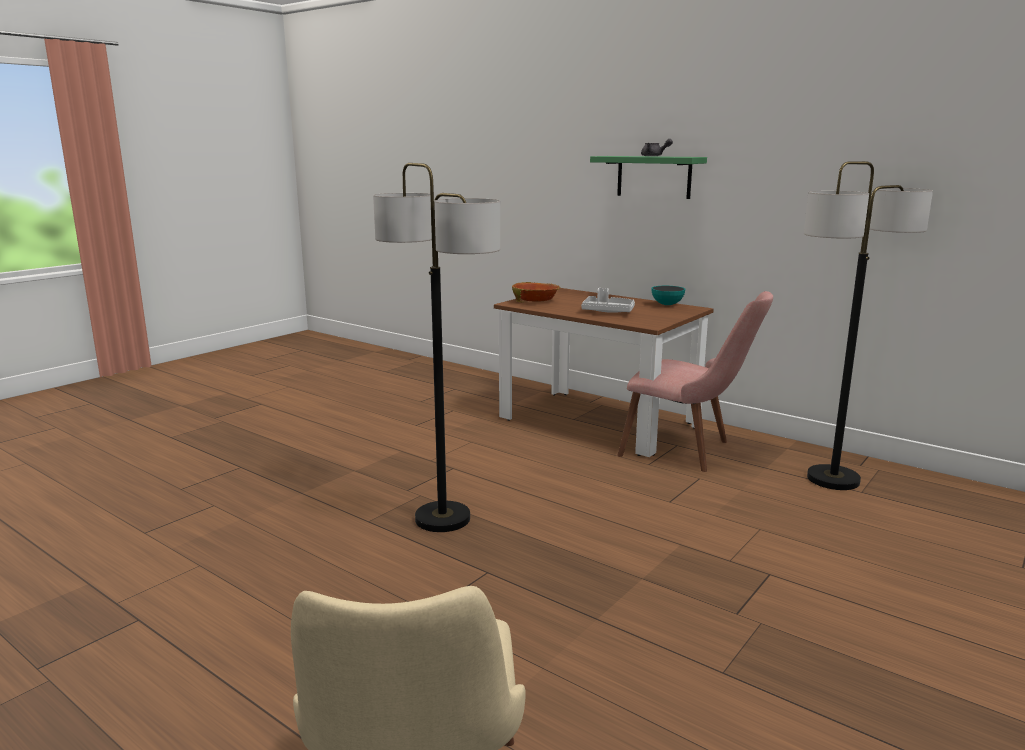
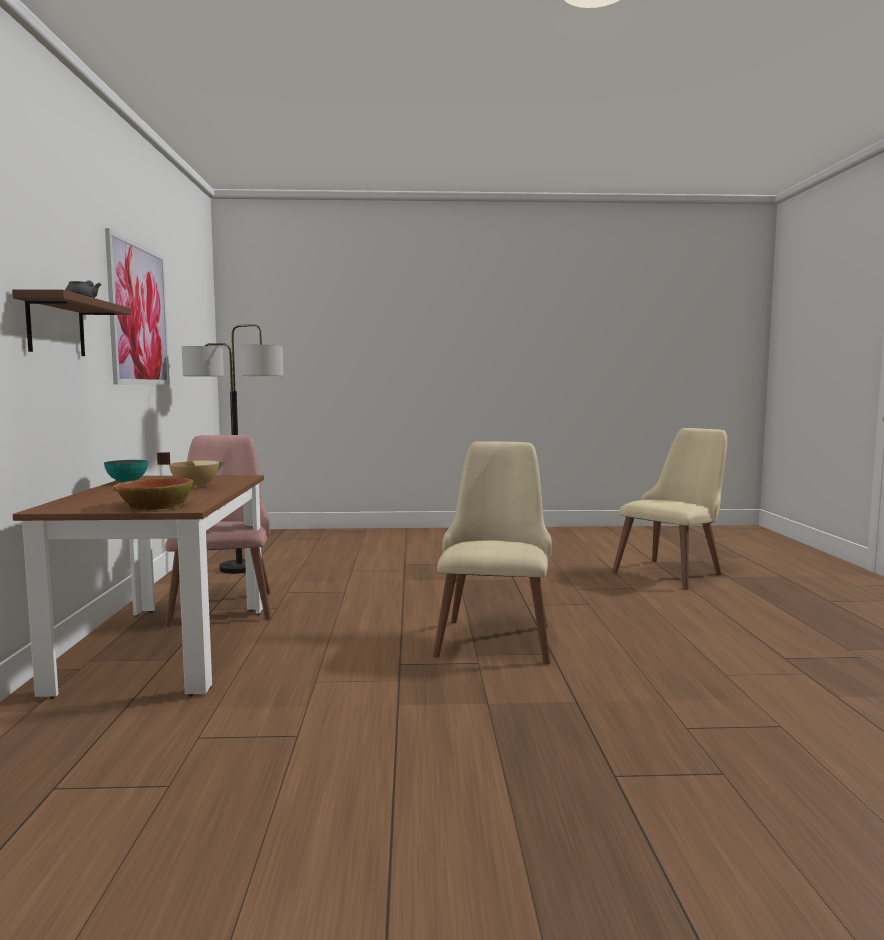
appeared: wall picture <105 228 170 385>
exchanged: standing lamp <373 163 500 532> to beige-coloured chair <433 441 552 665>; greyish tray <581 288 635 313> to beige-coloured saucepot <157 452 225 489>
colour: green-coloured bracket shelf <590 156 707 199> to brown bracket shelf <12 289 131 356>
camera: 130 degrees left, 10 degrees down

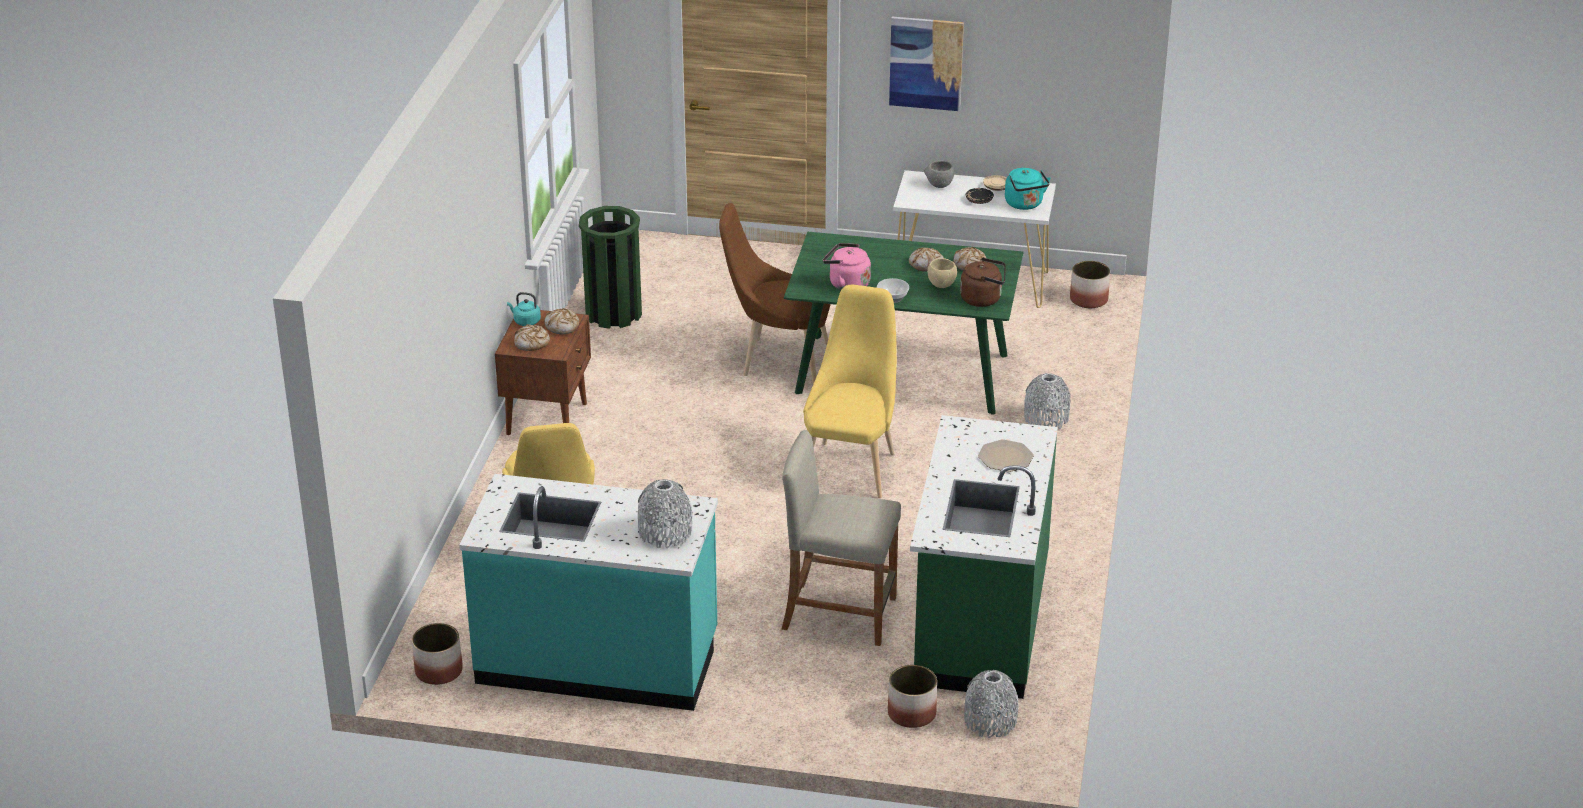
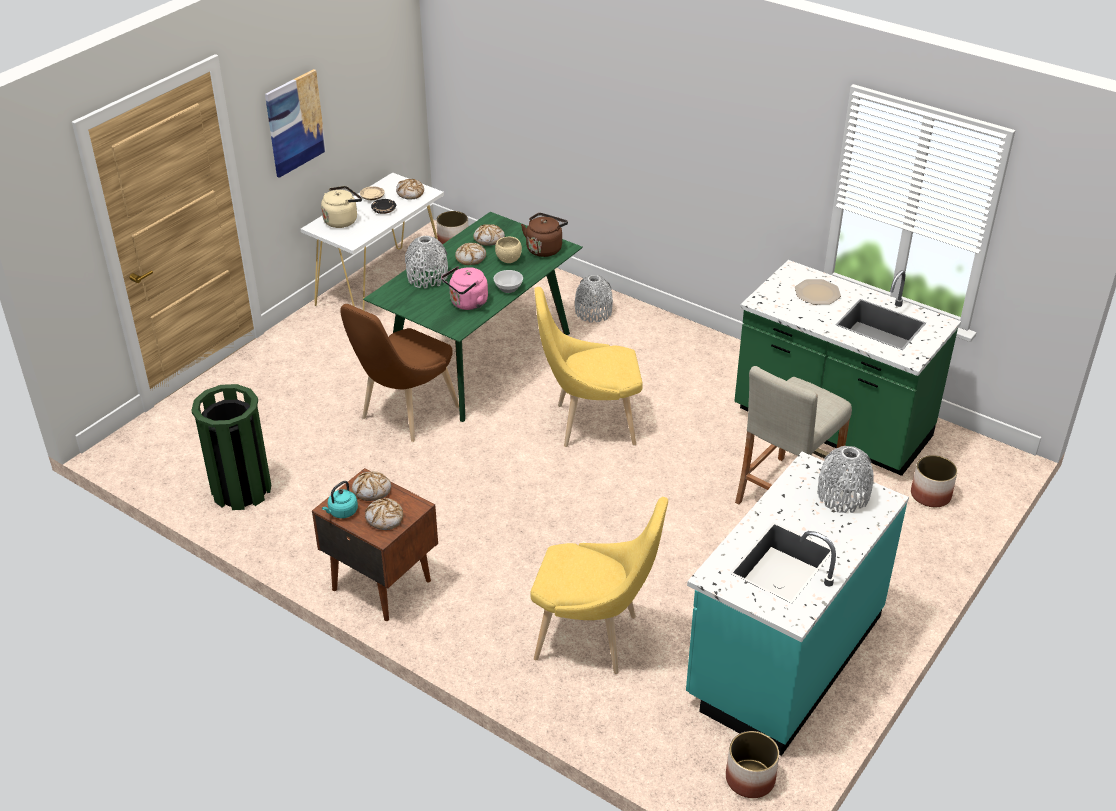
relocated: greyish decorative vase <964 670 1019 738> to <405 236 448 289>
exchanged: greyish bowl <924 160 954 188> to beige-coloured tea kettle <321 186 362 228>; turquoise-coloured tea kettle <1005 168 1050 210> to bread <396 179 424 200>
spun: yellow chair <803 285 897 498> = <534 287 643 447> 45 degrees counterclockwise
camera: 65 degrees left, 5 degrees up

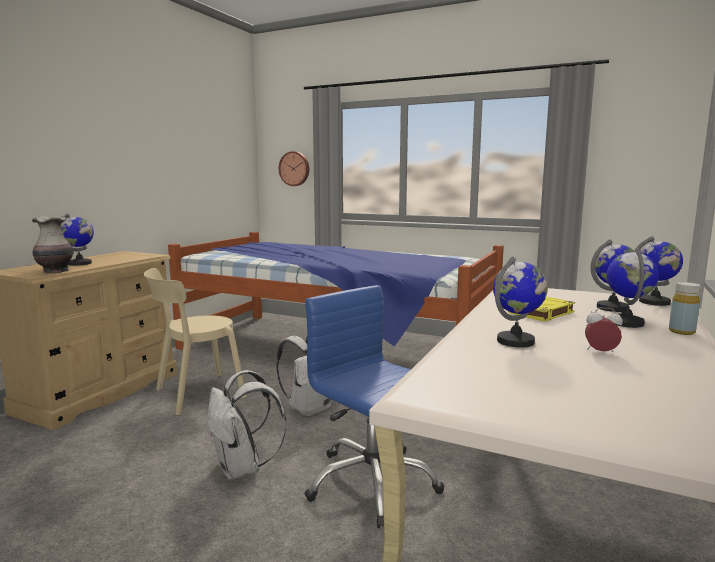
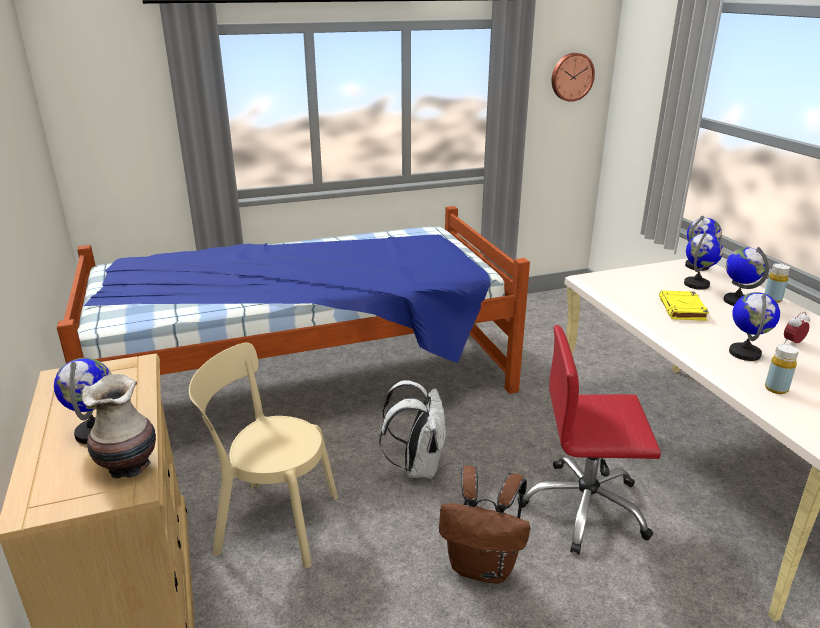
appeared: yellow beverage bottle <765 344 799 394>
relocated: hanging clock <278 151 309 186> to <552 53 595 102>
colour: white knapsack <208 370 287 480> to brown knapsack <439 466 530 584>; bluish computer chair <305 285 444 528> to reddish computer chair <518 325 661 555>
spun: beige-coloured chair <144 268 247 415> = <189 343 338 568> 90 degrees clockwise
camera: 45 degrees left, 15 degrees up

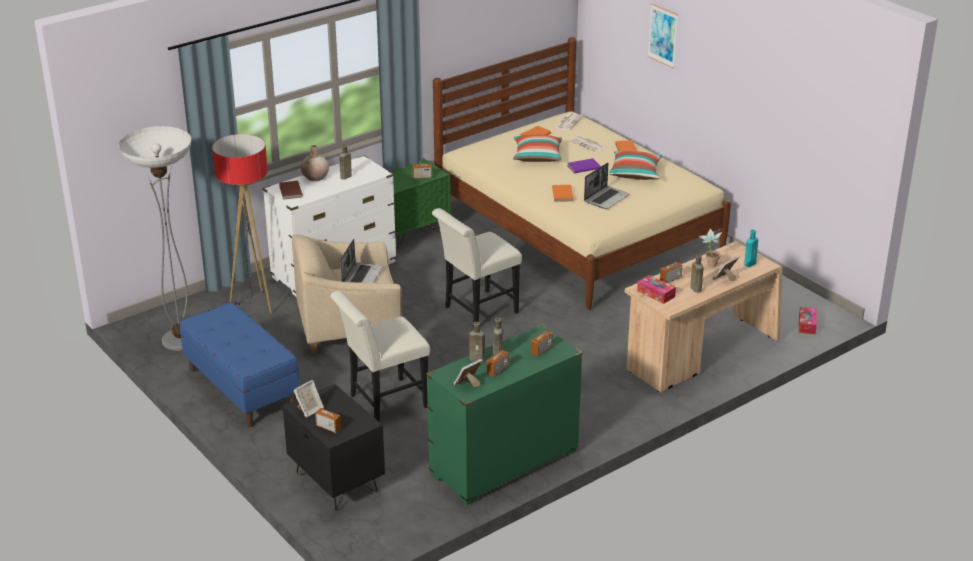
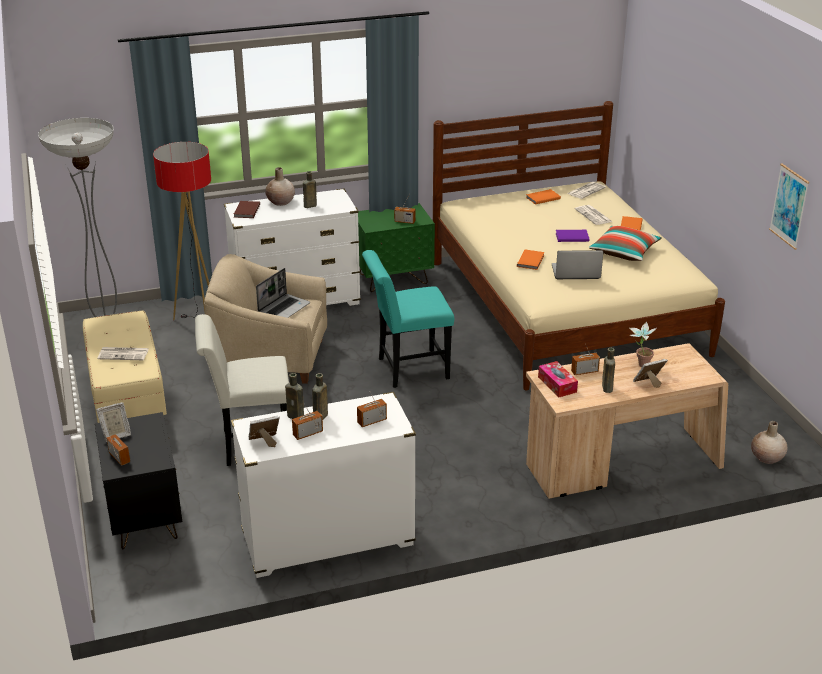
missing: pillow <513 135 562 162>; turquoise-coloured beverage bottle <744 230 758 267>
appeared: printed paper <97 347 149 360>
relocated: wall picture <648 3 678 68> to <769 164 809 250>
exchanged: tissue box <799 307 817 334> to beige-coloured decorative vase <751 421 787 464>
colour: bluish indoor bench <180 302 300 427> to beige-coloured indoor bench <83 310 167 423>; green-coloured drawer chest <426 324 583 505> to white drawer chest <231 392 416 578>; white chair <432 208 522 322> to turquoise-coloured chair <362 250 454 388>
spun: notebook computer <584 163 629 209> = <552 250 603 279> 150 degrees counterclockwise
camera: 20 degrees right, 0 degrees up

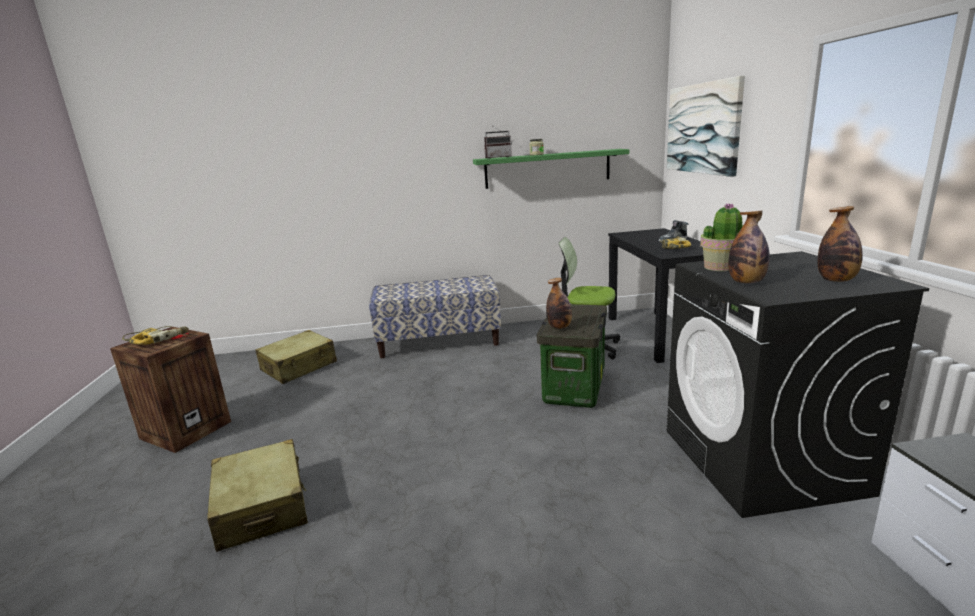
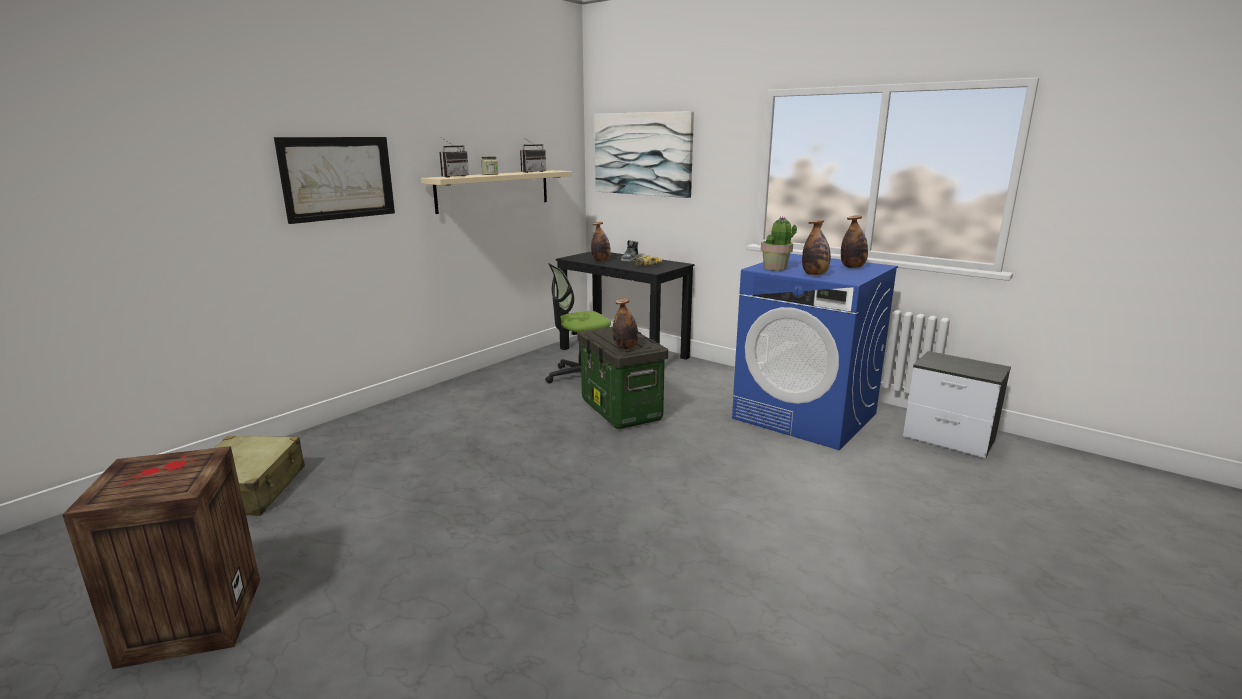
missing: electric drill <122 326 189 345>; beige-coloured travel case <207 439 308 552>; indoor bench <369 275 501 358>
appeared: wall picture <274 137 395 224>; radio <520 137 546 173>; beverage bottle <591 222 611 261>
colour: green-coloured bracket shelf <473 149 629 189> to beige-coloured bracket shelf <421 170 572 214>; black laundry appliance <667 251 930 518> to bluish laundry appliance <732 253 898 450>
camera: 45 degrees left, 0 degrees up

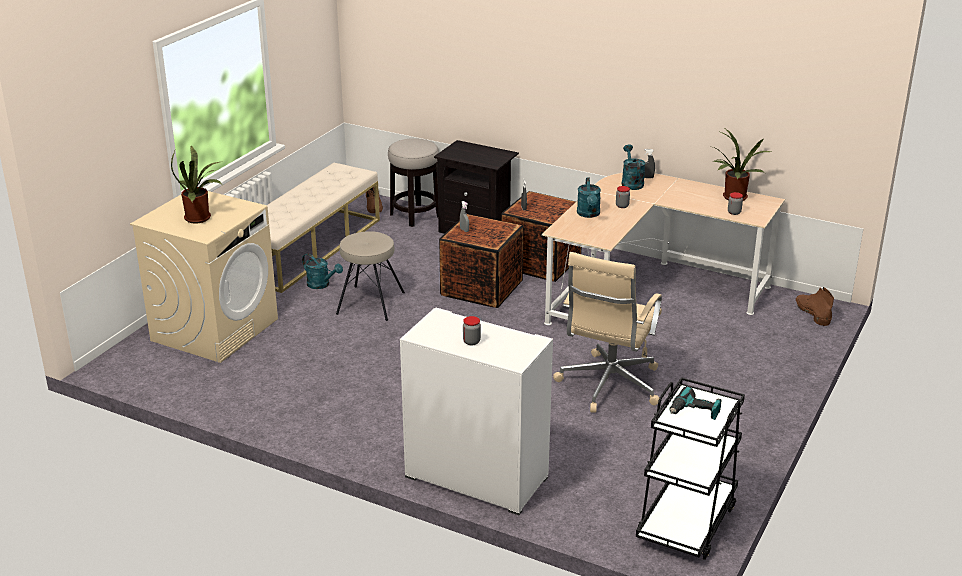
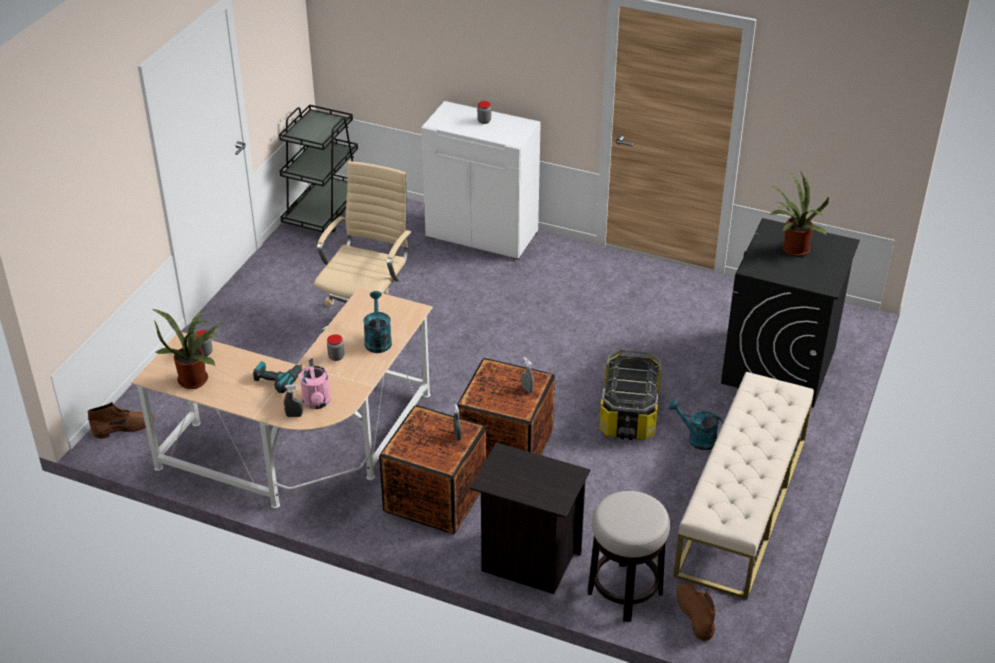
relocated: electric drill <669 386 722 420> to <253 361 302 393>
exchanged: beige-coloured stool <336 231 405 321> to storage container <599 349 662 440>
colour: beige-coloured laundry appliance <130 191 278 363> to black laundry appliance <721 218 860 408>; turquoise-coloured sprinkling can <621 144 645 190> to pinkish sprinkling can <299 358 331 409>
spun: brown boot <796 287 834 326> = <87 402 154 439> 90 degrees counterclockwise
camera: 175 degrees right, 10 degrees up

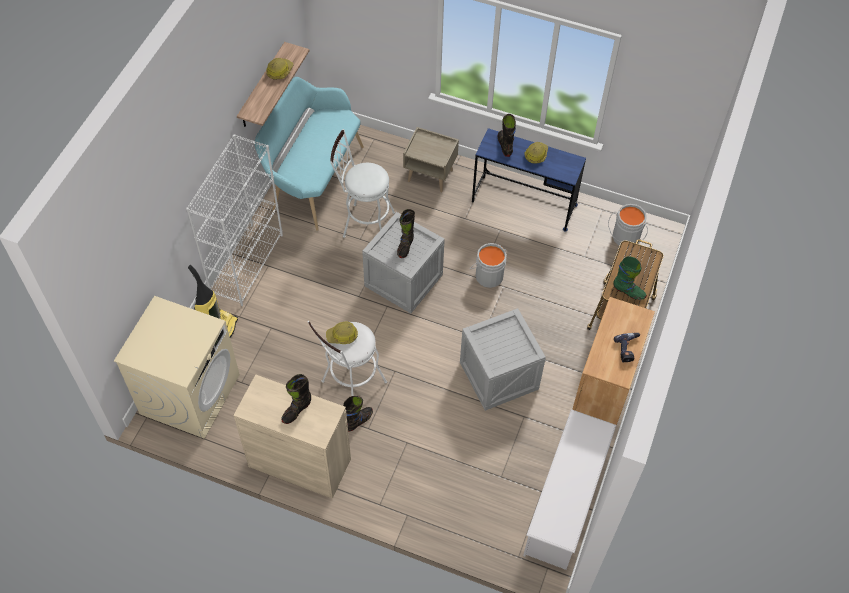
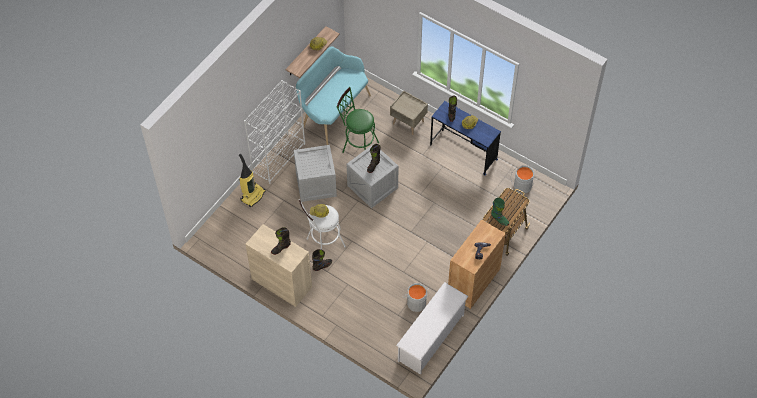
missing: beige-coloured laundry appliance <114 296 240 439>
relocated: packing crate <460 308 546 411> to <294 145 337 202>; greyish water bucket <470 243 507 288> to <402 283 429 312>
colour: white stool <330 129 395 238> to green-coloured stool <337 87 379 153>
camera: 15 degrees right, 0 degrees up

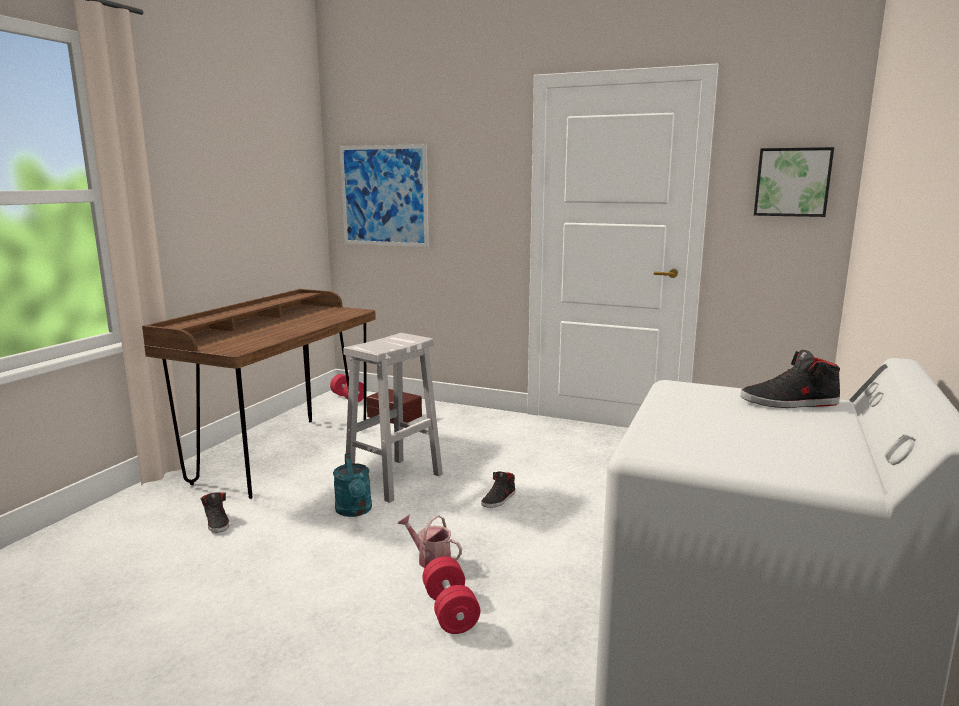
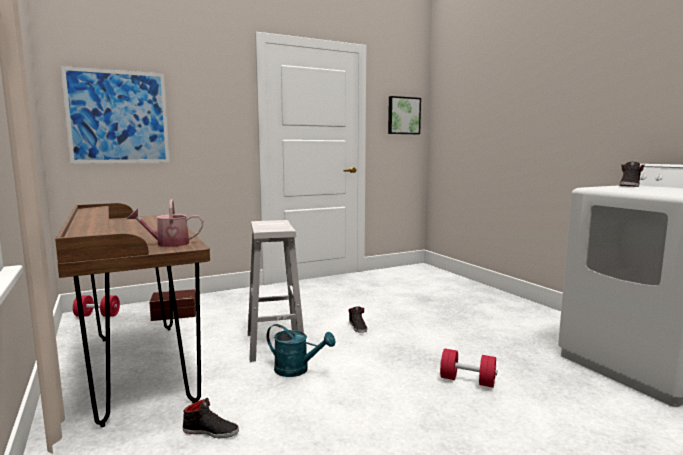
relocated: sprinkling can <397 515 462 569> to <127 199 203 247>
camera: 50 degrees left, 5 degrees down

